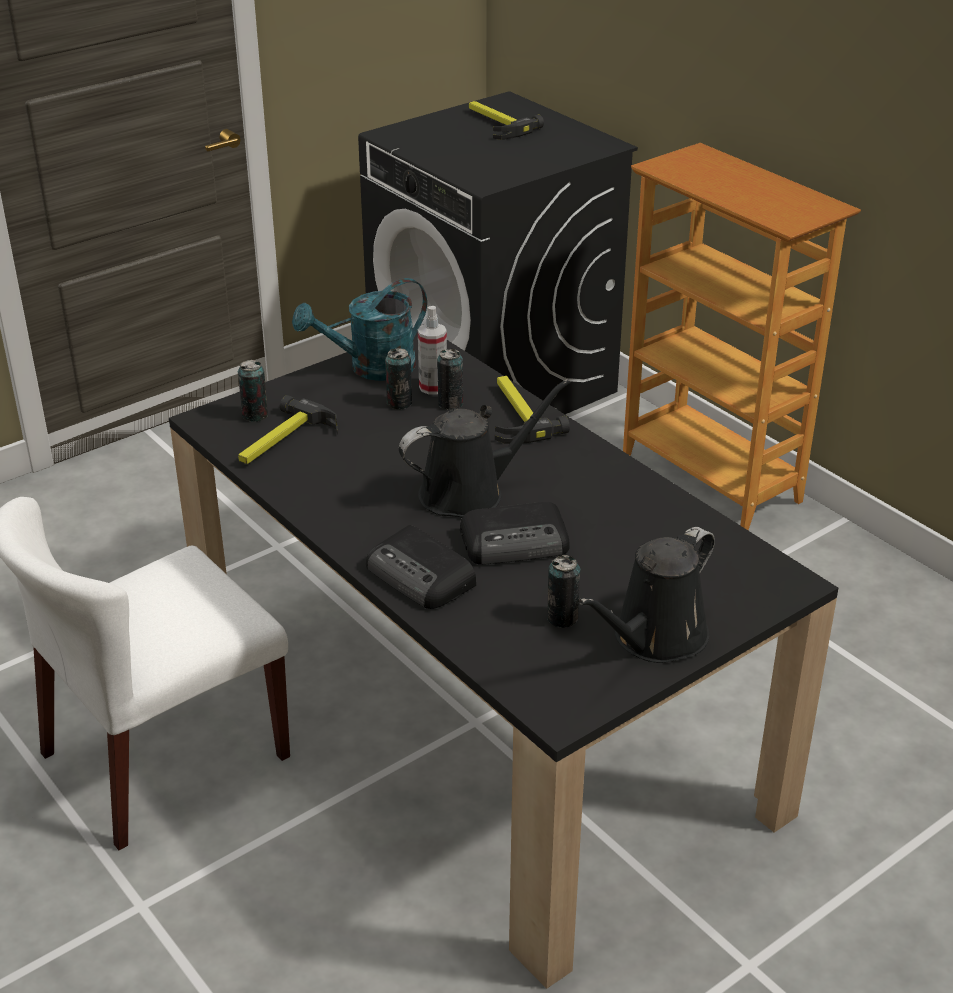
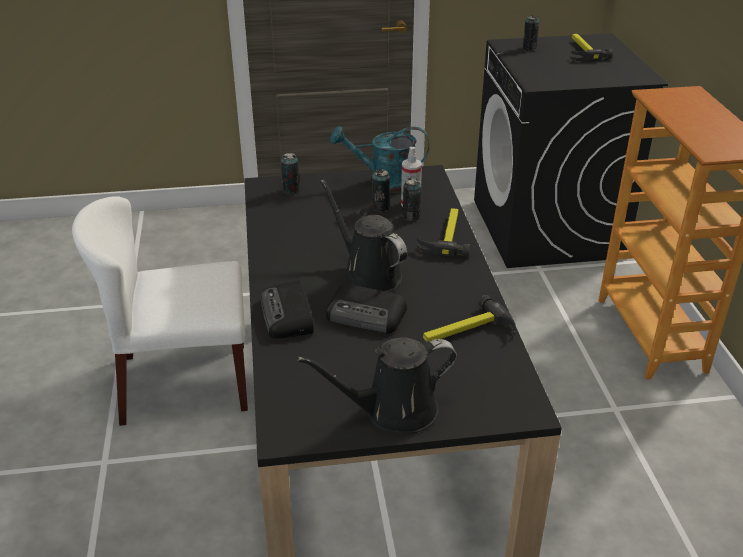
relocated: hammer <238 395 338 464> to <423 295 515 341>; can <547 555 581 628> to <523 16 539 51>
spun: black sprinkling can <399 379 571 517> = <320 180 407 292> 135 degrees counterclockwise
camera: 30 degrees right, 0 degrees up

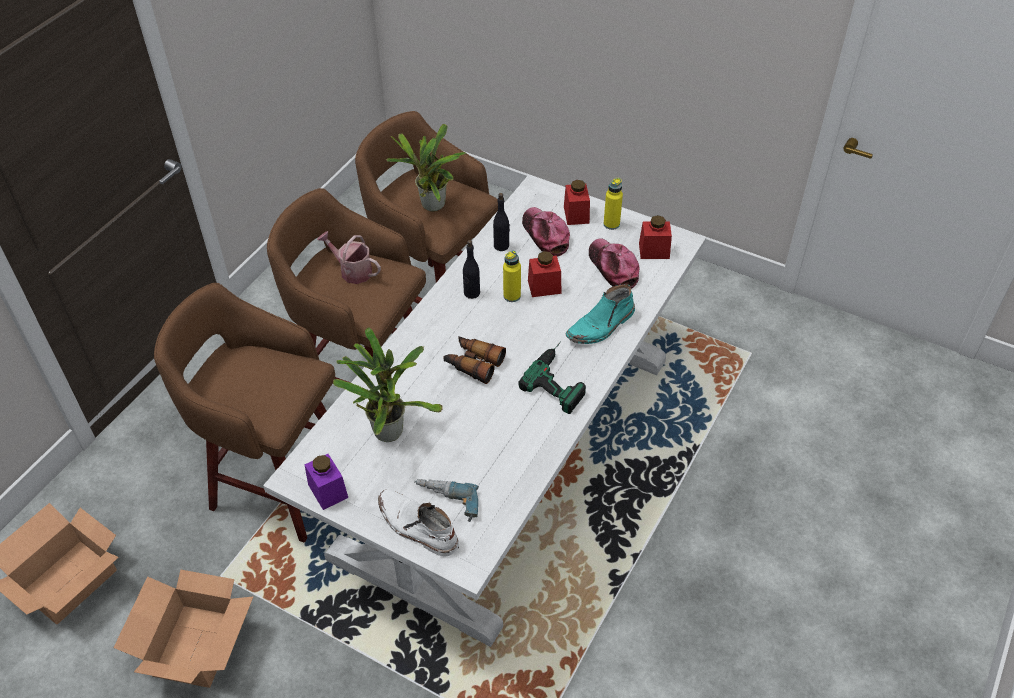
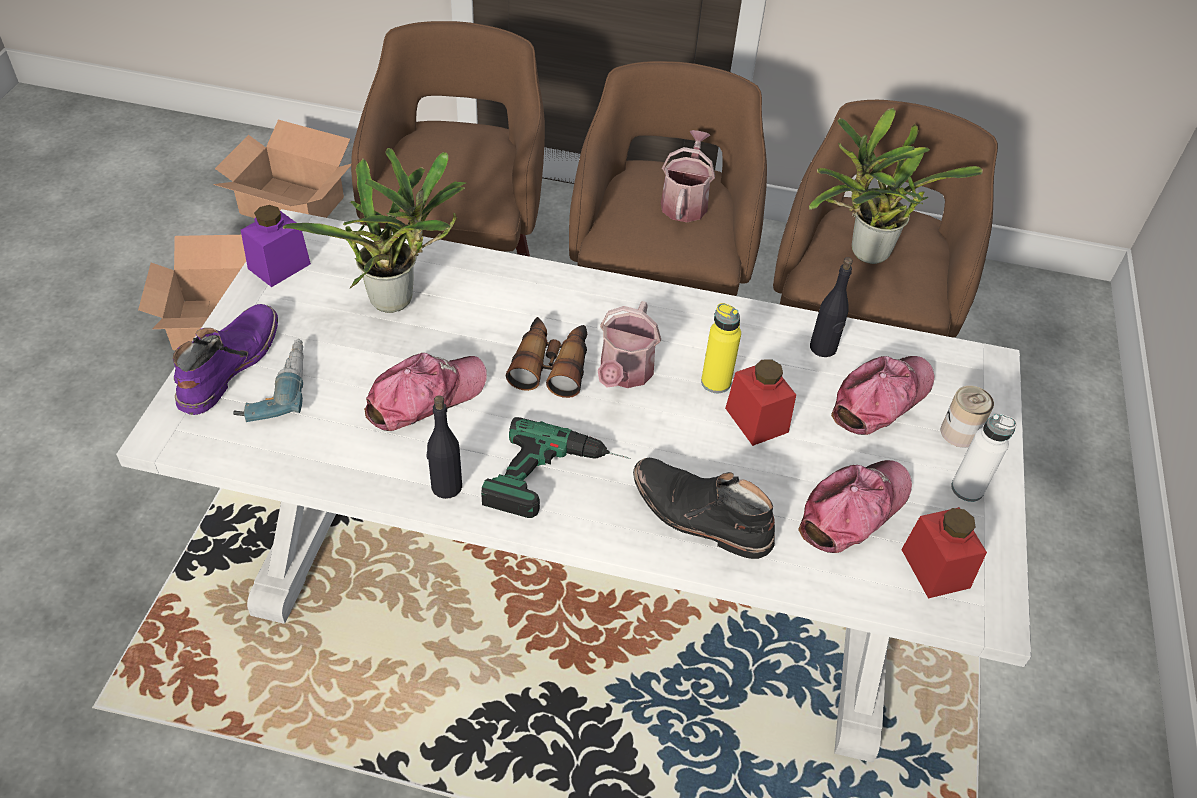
appeared: baseball cap <364 353 487 431>; sprinkling can <598 301 661 388>
relocated: black beverage bottle <463 240 480 299> to <427 395 462 499>
exchanged: reddish jar <564 180 590 225> to can <940 386 994 447>
colour: white boot <378 489 459 557> to purplish boot <173 304 278 415>; turquoise-coloured boot <566 284 635 344> to black boot <633 458 775 559>; yellow beverage bottle <604 178 623 230> to white beverage bottle <951 414 1017 502>
camera: 70 degrees right, 0 degrees up

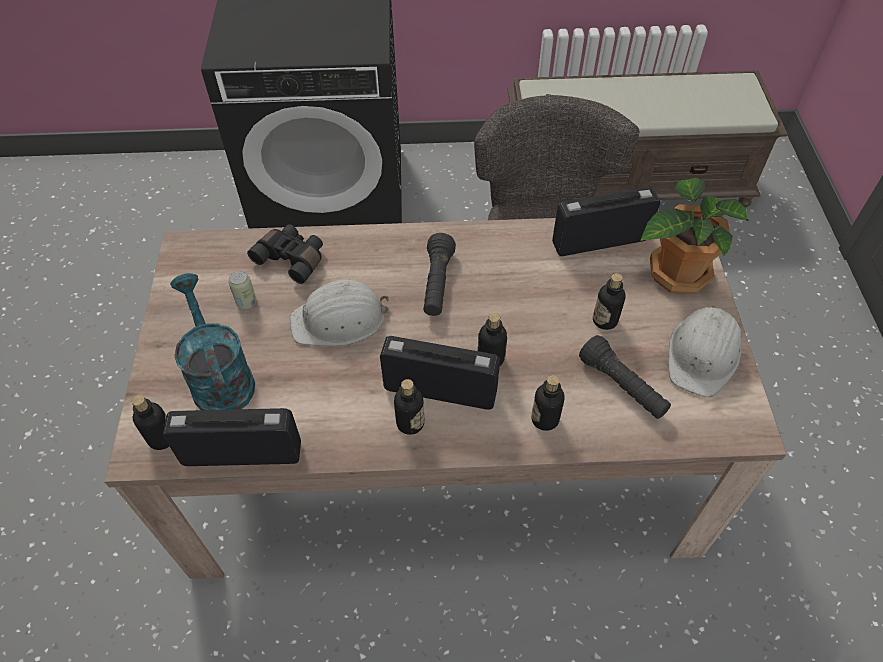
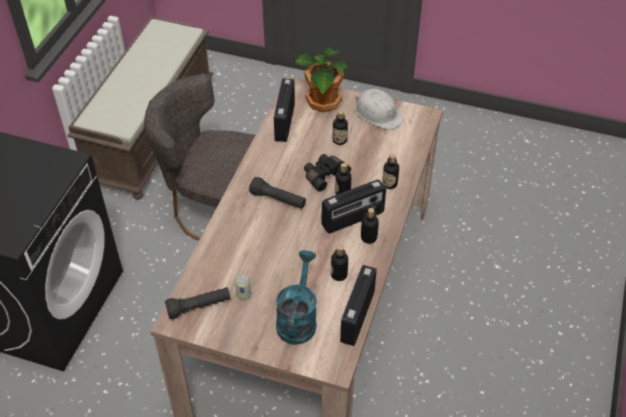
missing: white work helmet <290 280 389 346>
relocated: beverage bottle <132 395 169 450> to <331 245 348 281>; black pair of binoculars <247 224 323 284> to <304 154 351 192>; black flashlight <579 335 671 419> to <165 287 230 319>
spun: turquoise-coloured sprinkling can <170 273 255 410> = <276 250 317 345> 105 degrees clockwise; radio <380 336 500 410> = <322 179 386 234> 150 degrees counterclockwise
camera: 70 degrees left, 5 degrees down

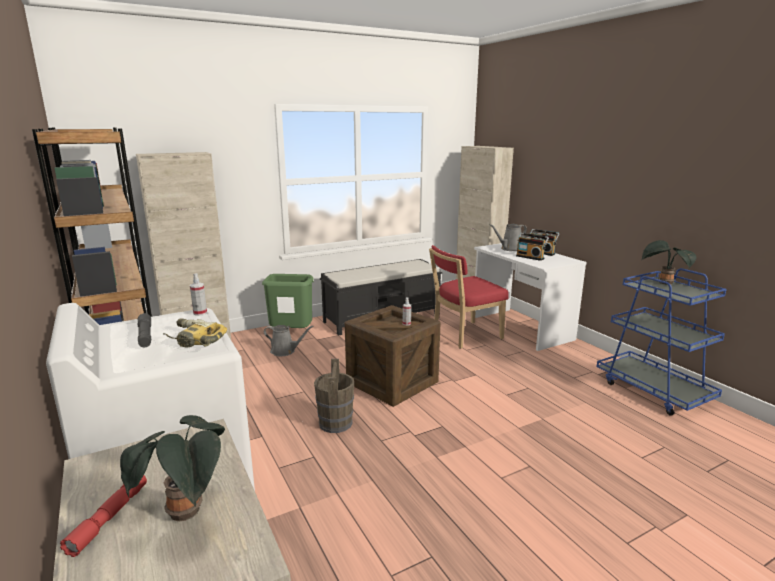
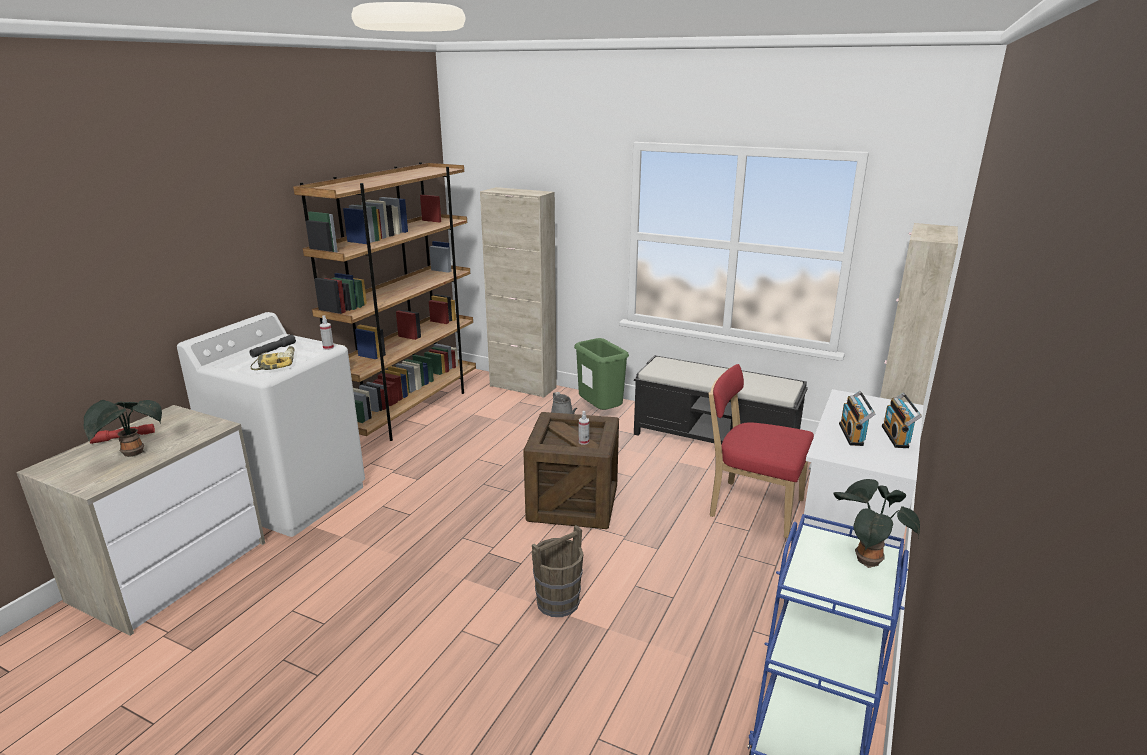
missing: greyish sprinkling can <489 224 527 251>
relocated: brown water bucket <314 359 354 433> to <532 525 584 617>
camera: 55 degrees right, 5 degrees up

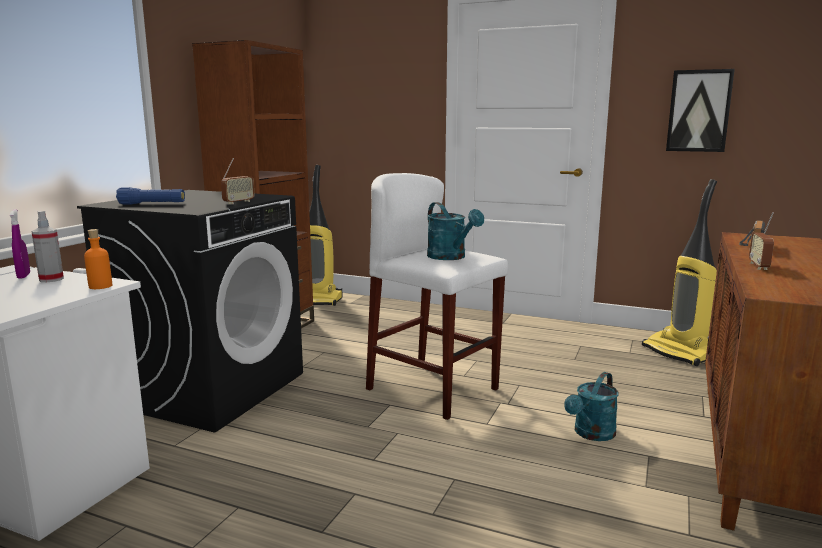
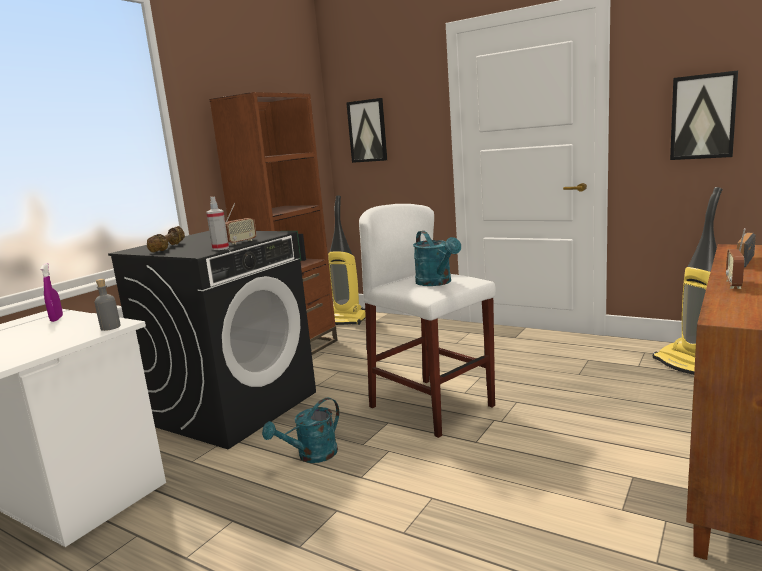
appeared: wall picture <346 98 387 163>
relocated: hand sprayer <31 211 64 282> to <206 196 229 250>; turquoise-coloured sprinkling can <564 372 618 441> to <262 397 339 463>
exchanged: bluish flashlight <116 187 185 204> to brown dumbbell <147 226 185 252>
colour: orangey beverage bottle <84 229 112 289> to greyish beverage bottle <95 279 121 331>
camera: 10 degrees right, 0 degrees up

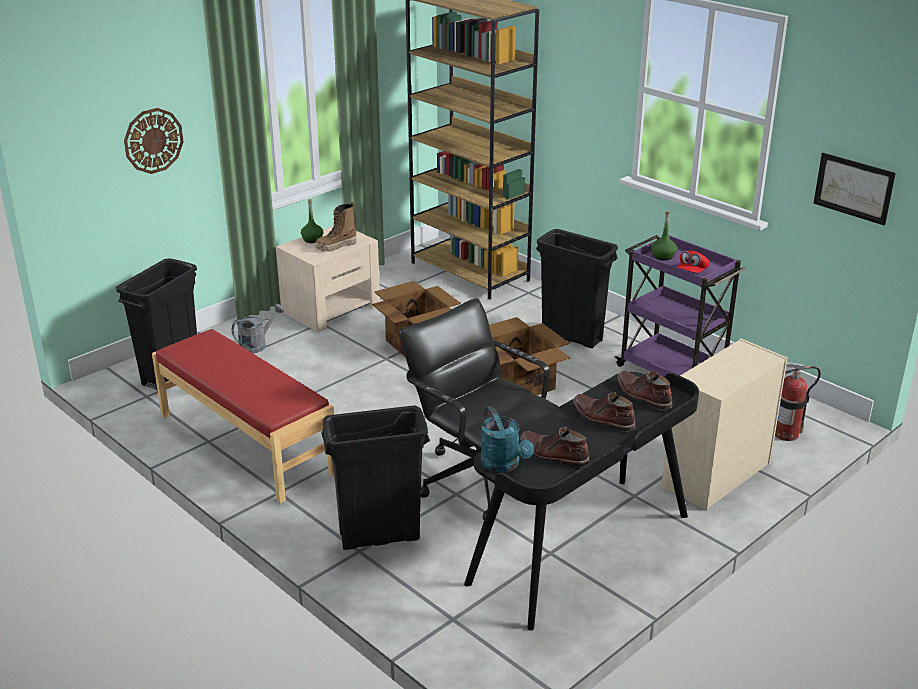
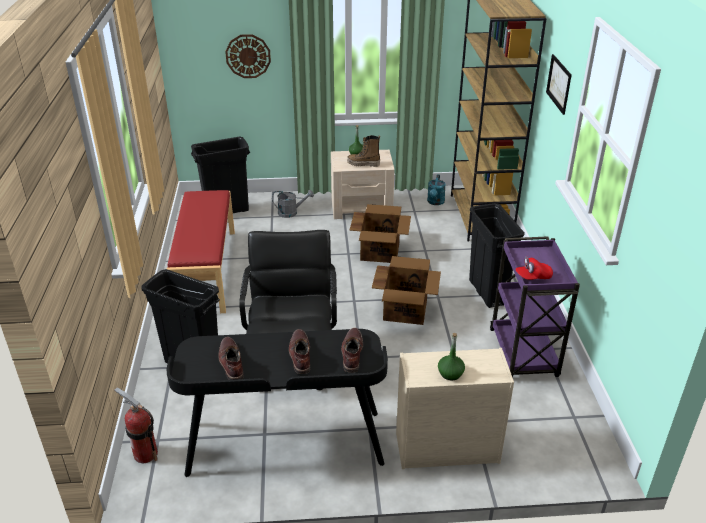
relocated: turquoise-coloured sprinkling can <481 406 534 472> to <427 174 446 205>; green-coloured beverage bottle <651 211 677 260> to <438 333 465 380>; fire-fighting cylinder <775 362 821 441> to <114 387 158 463>; wall picture <813 153 896 225> to <546 54 572 115>
camera: 40 degrees right, 5 degrees up

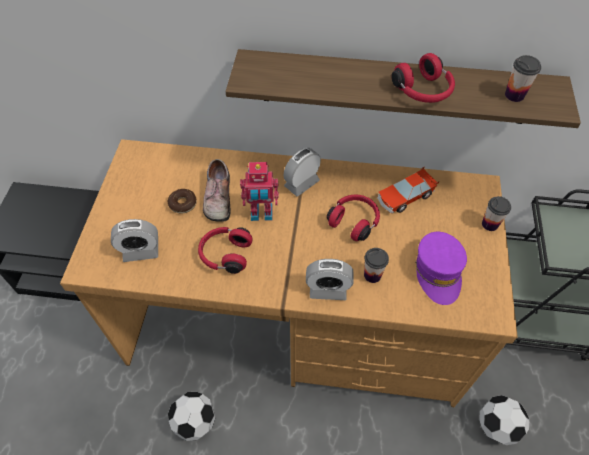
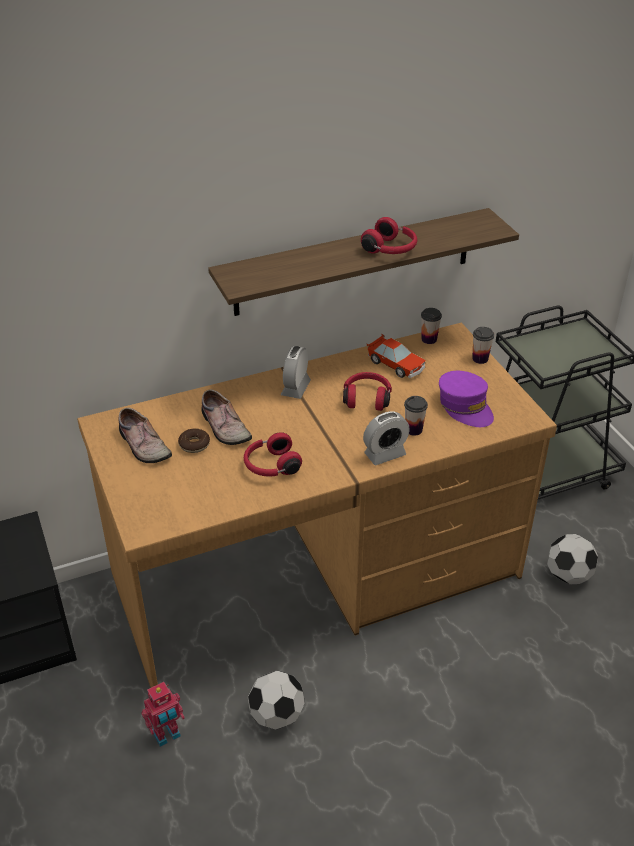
missing: table clock <111 219 158 262>
appeared: low shoe <118 408 172 463>
relocated: model robot <240 162 279 221> to <142 682 185 747>; cup <505 55 541 102> to <421 308 442 344>
spun: model car <377 166 439 214> = <366 334 426 378> 75 degrees counterclockwise
camera: 30 degrees left, 15 degrees down

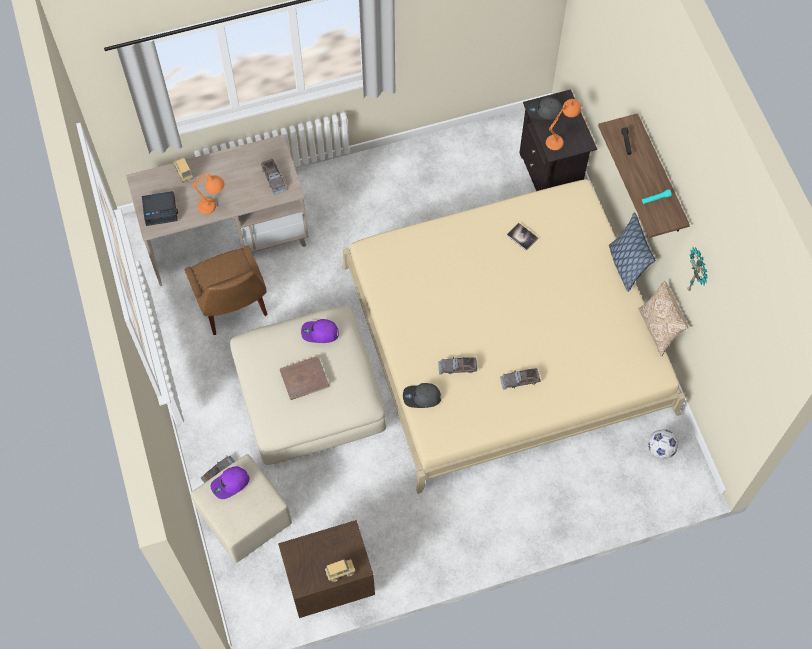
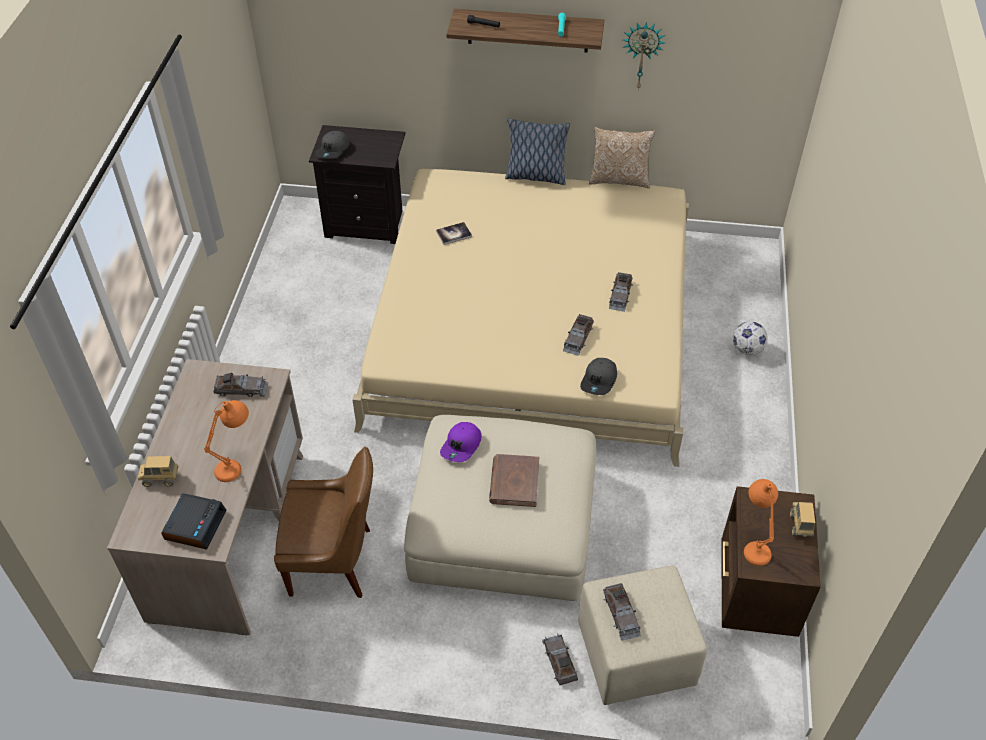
relocated: orangey lamp for a table <546 99 581 150> to <744 479 778 566>; football <648 429 678 459> to <733 321 768 355>
exchanged: purplish baseball cap <211 466 249 499> to greyish model car <603 583 641 641>
camera: 65 degrees left, 15 degrees down

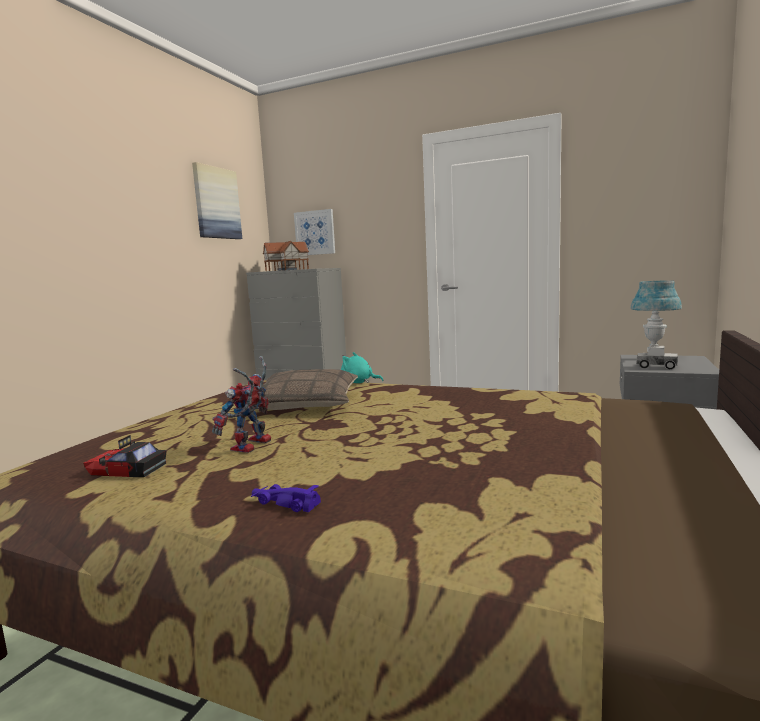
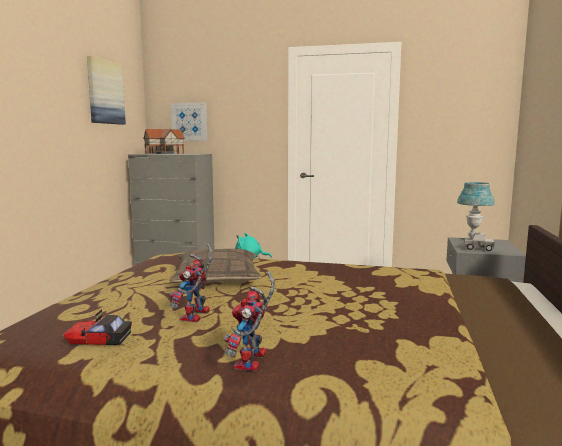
exchanged: purplish model car <251 484 321 512> to model robot <224 272 275 371>
camera: 10 degrees left, 0 degrees up

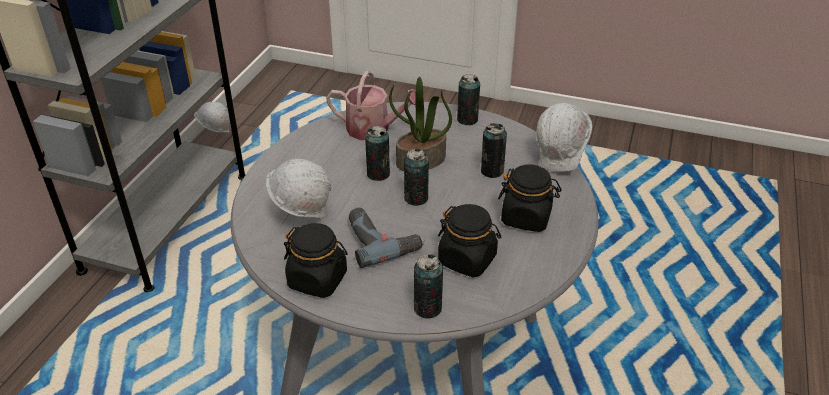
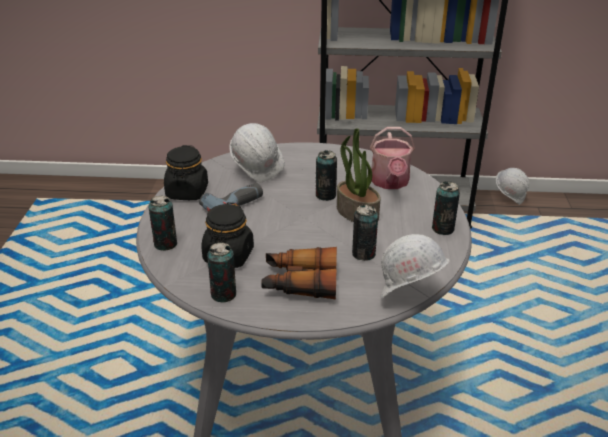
relocated: can <404 149 429 206> to <207 243 236 303>
exchanged: black jar <498 165 562 232> to pair of binoculars <261 247 337 300>
camera: 75 degrees right, 5 degrees down

